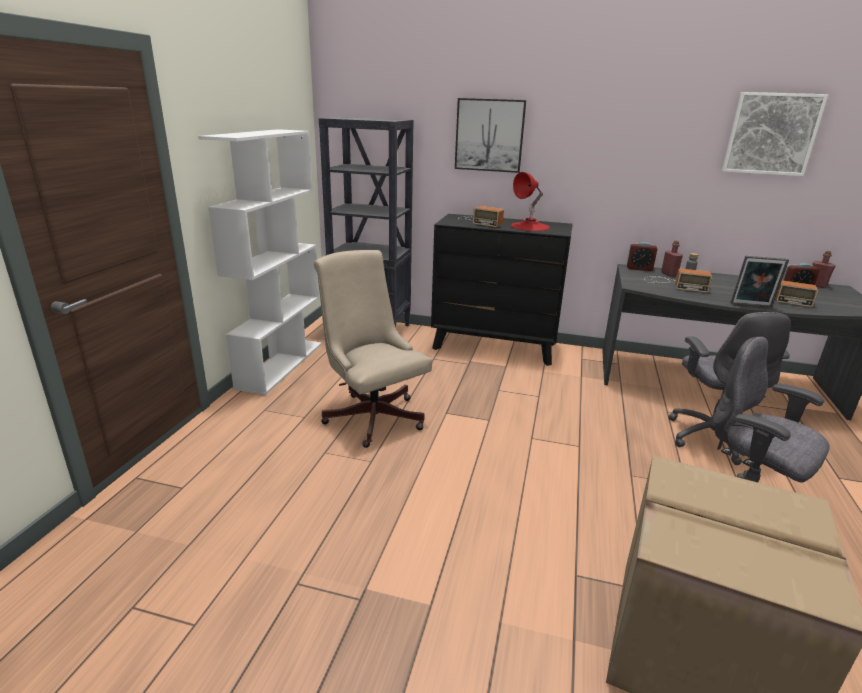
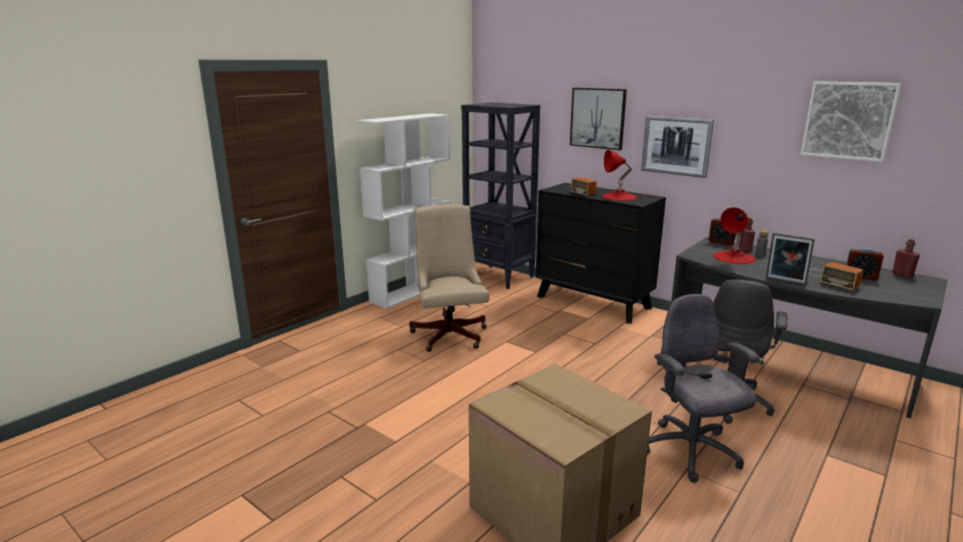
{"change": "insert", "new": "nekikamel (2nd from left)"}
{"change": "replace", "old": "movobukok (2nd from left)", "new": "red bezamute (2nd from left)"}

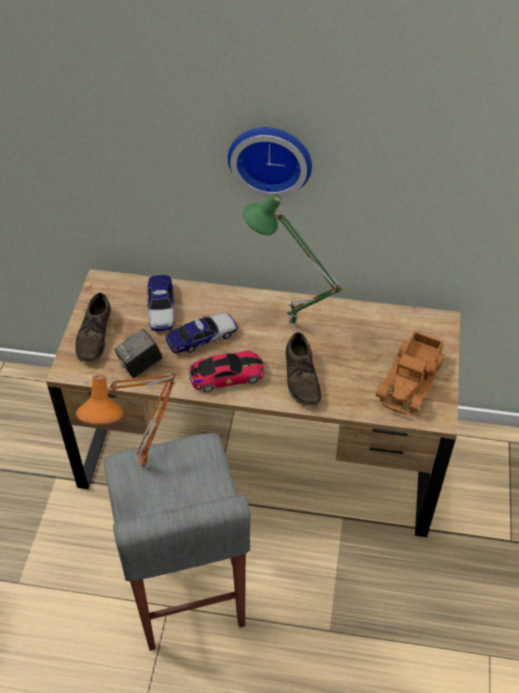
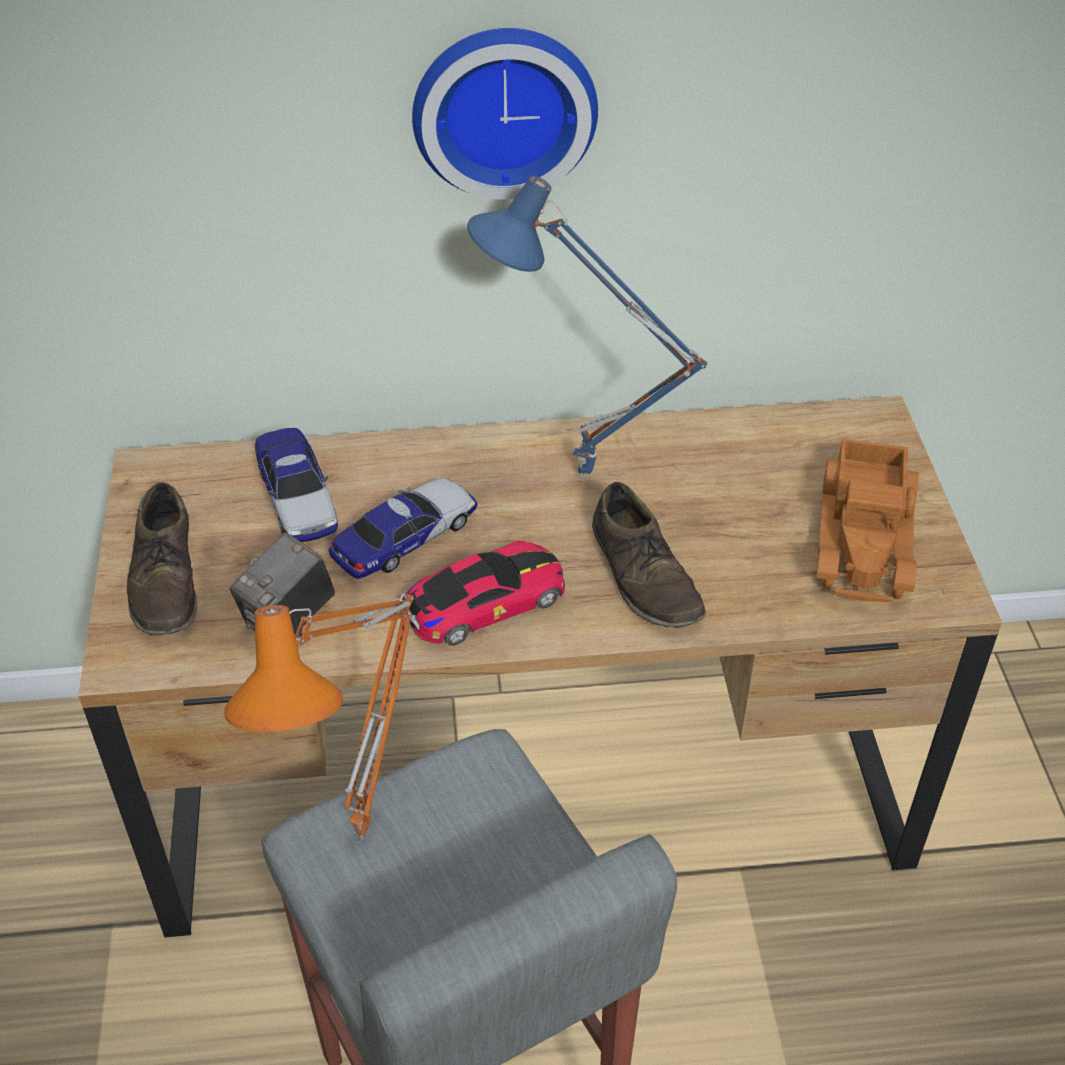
{"change": "recolor", "old": "green bezamute", "new": "blue bezamute"}

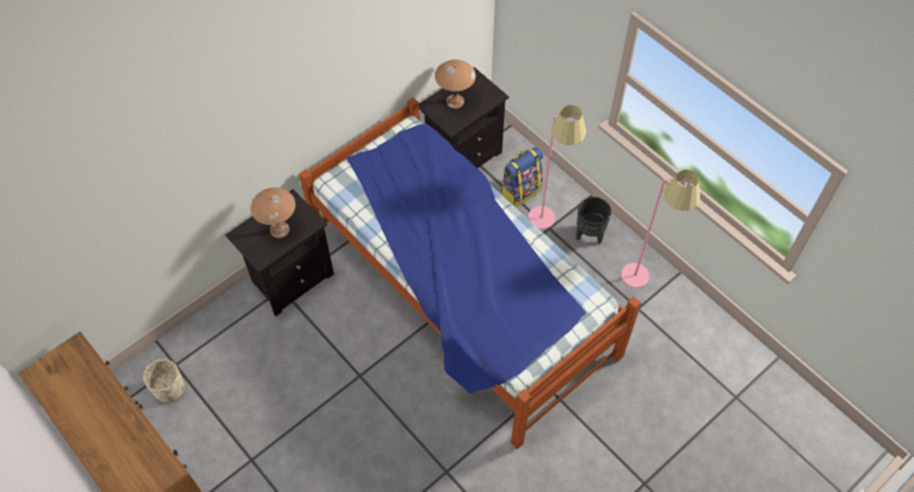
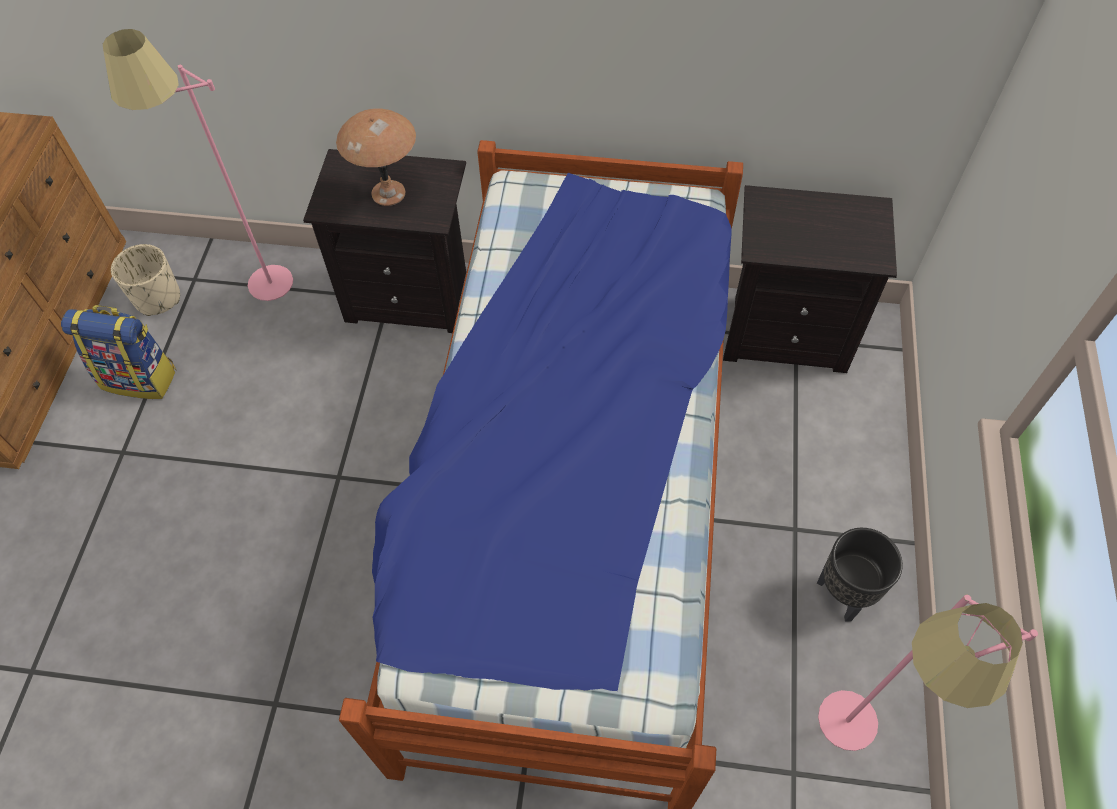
{"change": "move", "old": "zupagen"}
{"change": "move", "old": "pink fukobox (1st from left)"}
{"change": "delete", "old": "brown bezamute (2nd from left)"}

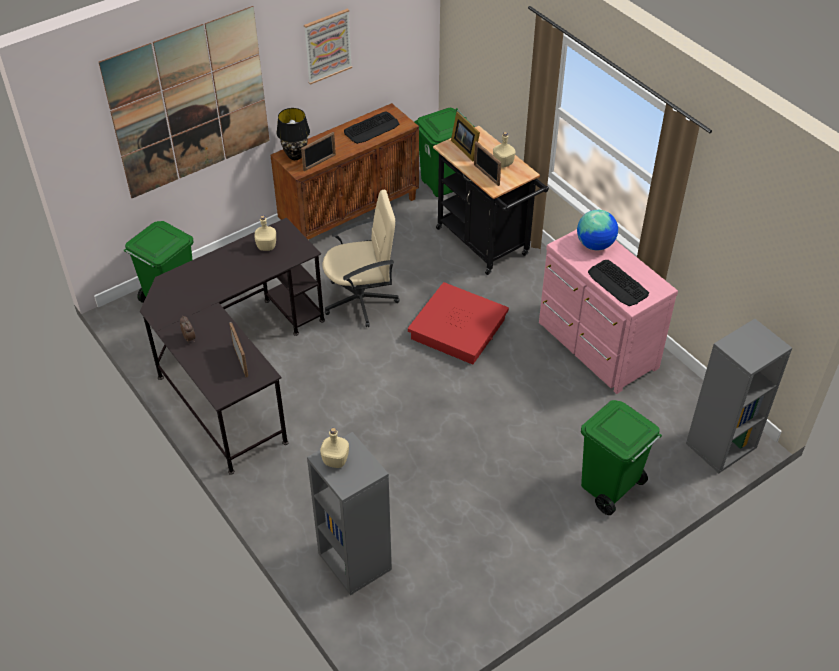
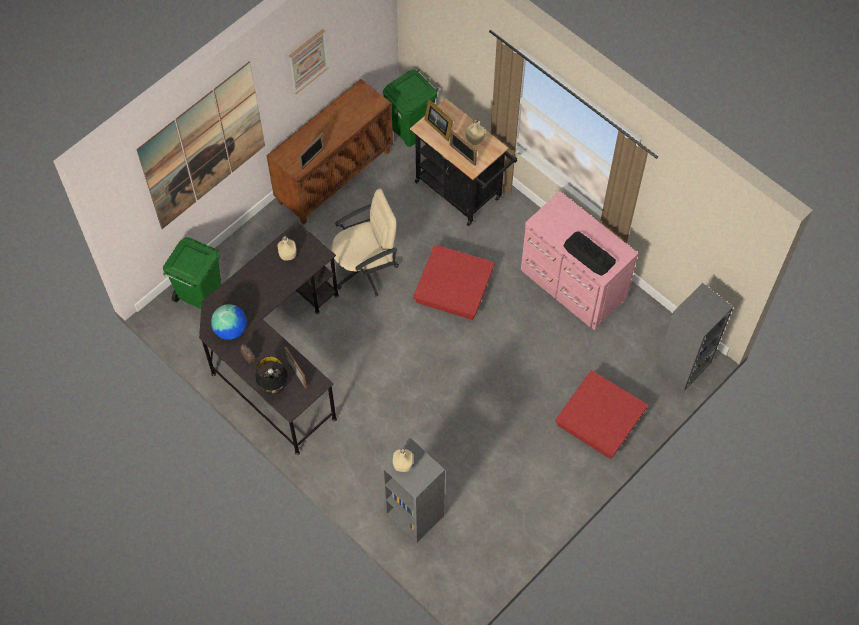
{"change": "move", "old": "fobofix"}
{"change": "move", "old": "black bezamute"}
{"change": "replace", "old": "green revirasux (3rd from left)", "new": "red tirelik (2nd from left)"}
{"change": "delete", "old": "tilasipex (1st from left)"}

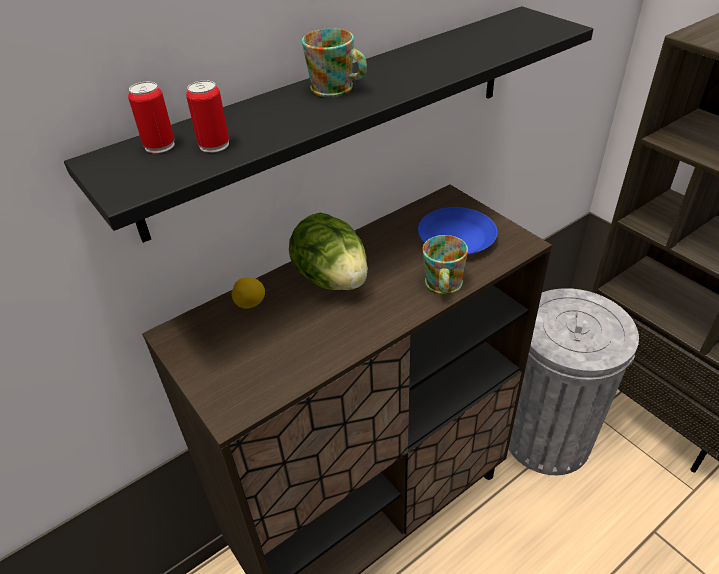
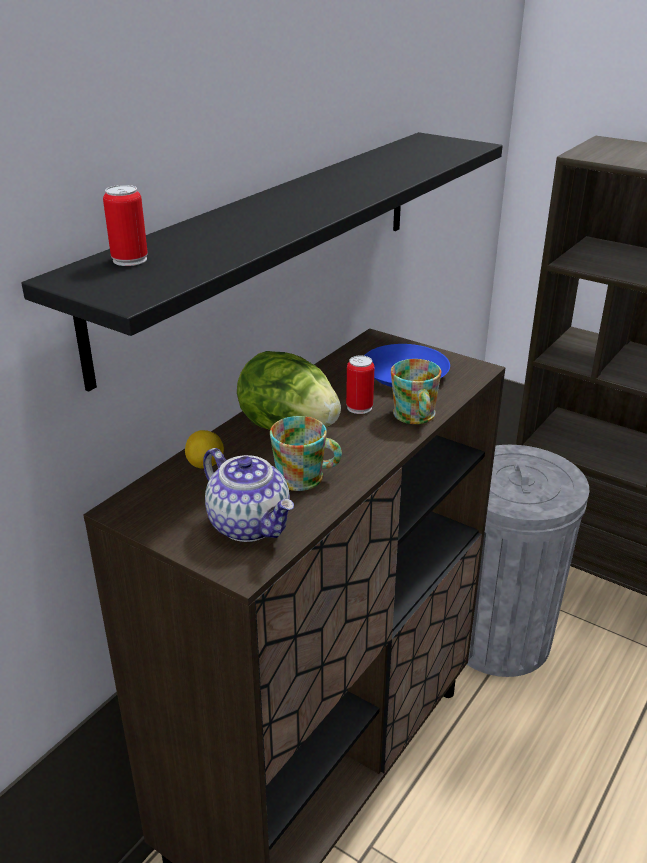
{"change": "insert", "new": "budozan"}
{"change": "move", "old": "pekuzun (1st from left)"}
{"change": "move", "old": "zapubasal (2nd from left)"}

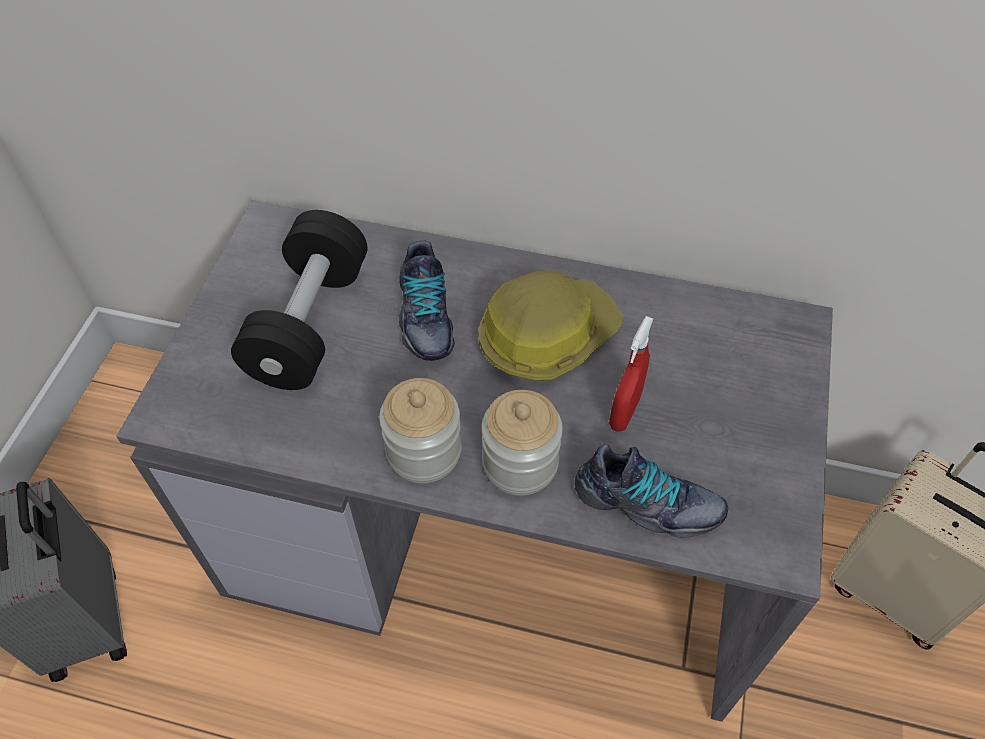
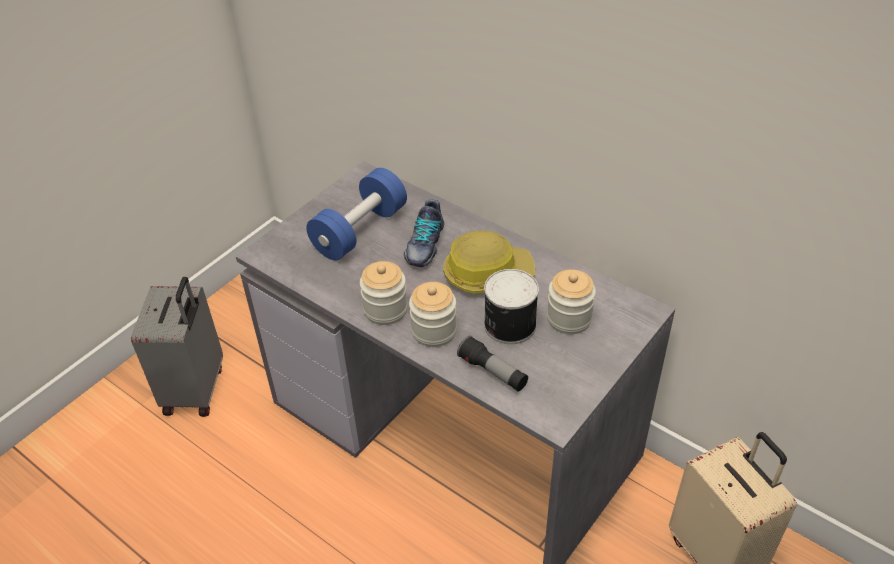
{"change": "recolor", "old": "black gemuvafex", "new": "blue gemuvafex"}
{"change": "replace", "old": "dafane (2nd from left)", "new": "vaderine"}
{"change": "replace", "old": "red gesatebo", "new": "zapubasal"}
{"change": "insert", "new": "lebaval (3rd from left)"}

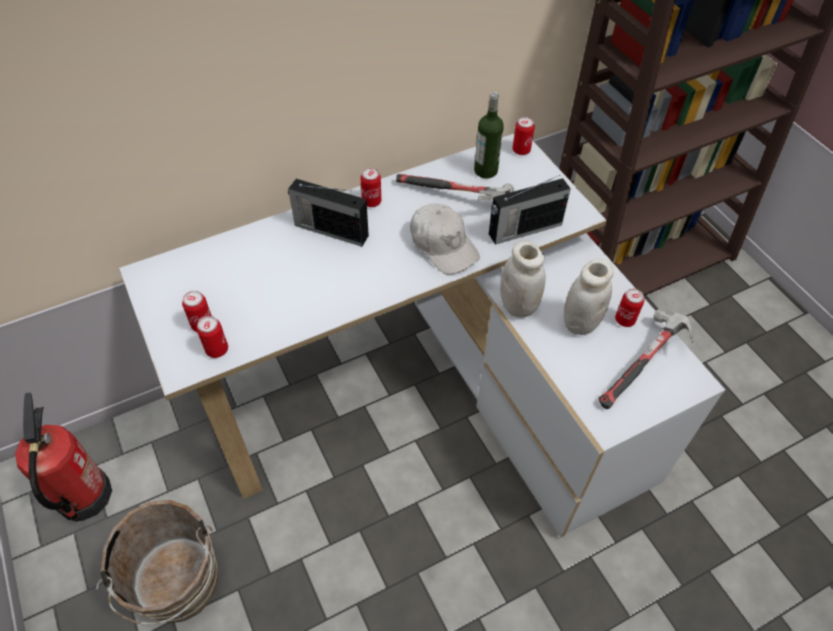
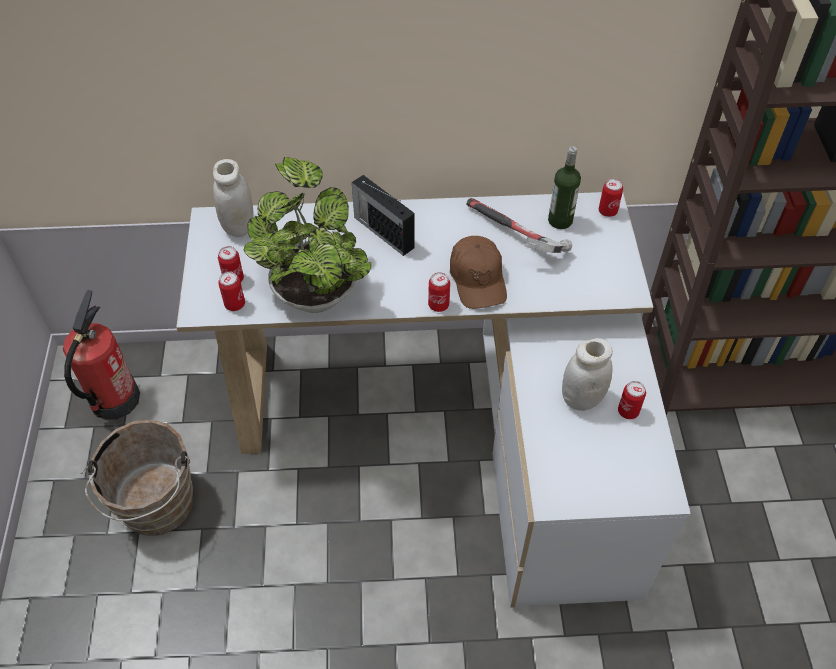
{"change": "move", "old": "white lebaval (1st from left)"}
{"change": "insert", "new": "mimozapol"}
{"change": "move", "old": "zapubasal (3rd from left)"}
{"change": "recolor", "old": "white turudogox", "new": "brown turudogox"}
{"change": "delete", "old": "movobukok (2nd from left)"}
{"change": "delete", "old": "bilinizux (2nd from left)"}

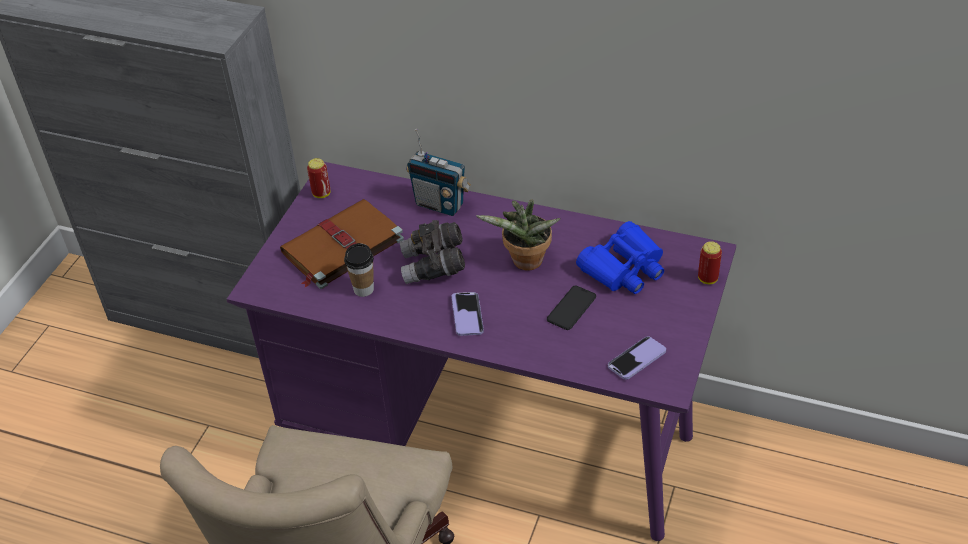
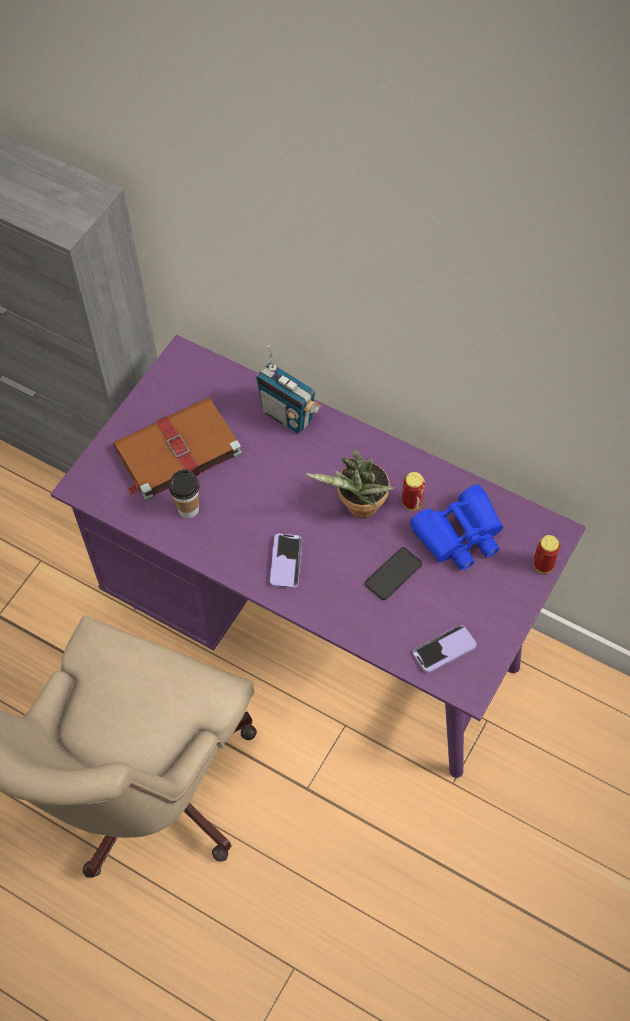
{"change": "move", "old": "zapubasal (1st from left)"}
{"change": "delete", "old": "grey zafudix"}

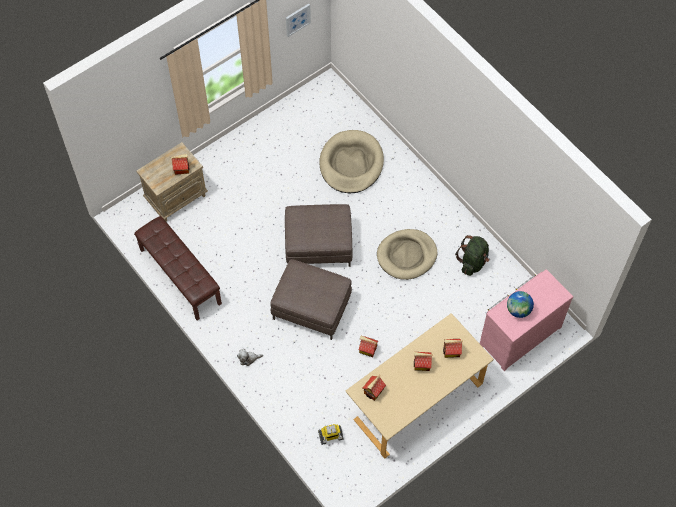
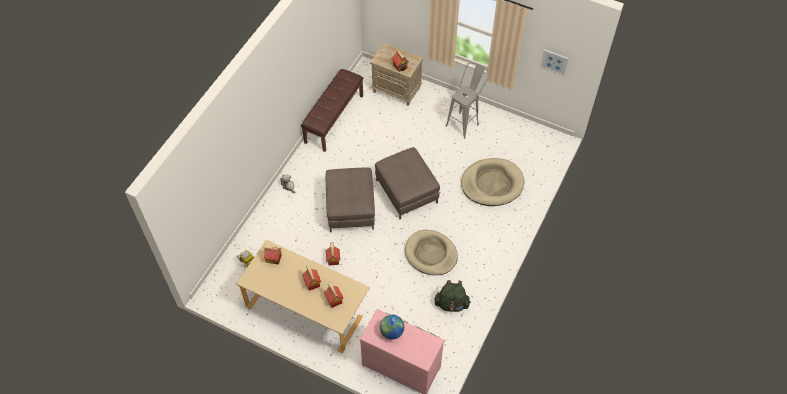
{"change": "insert", "new": "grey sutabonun"}

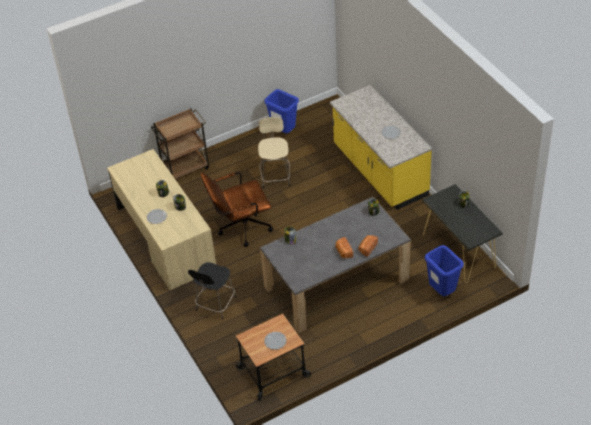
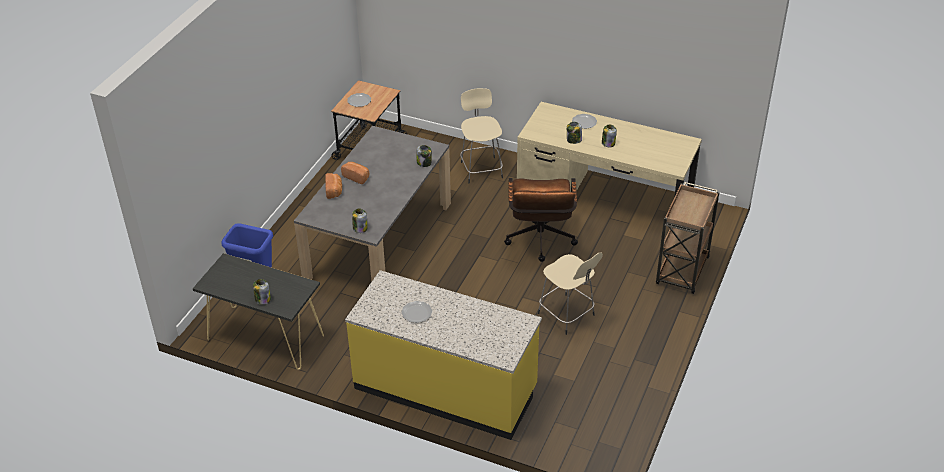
{"change": "recolor", "old": "black sutabonun", "new": "beige sutabonun (1st from left)"}
{"change": "rotate", "old": "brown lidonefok", "degrees": 150}
{"change": "delete", "old": "blue revirasux (1st from left)"}

